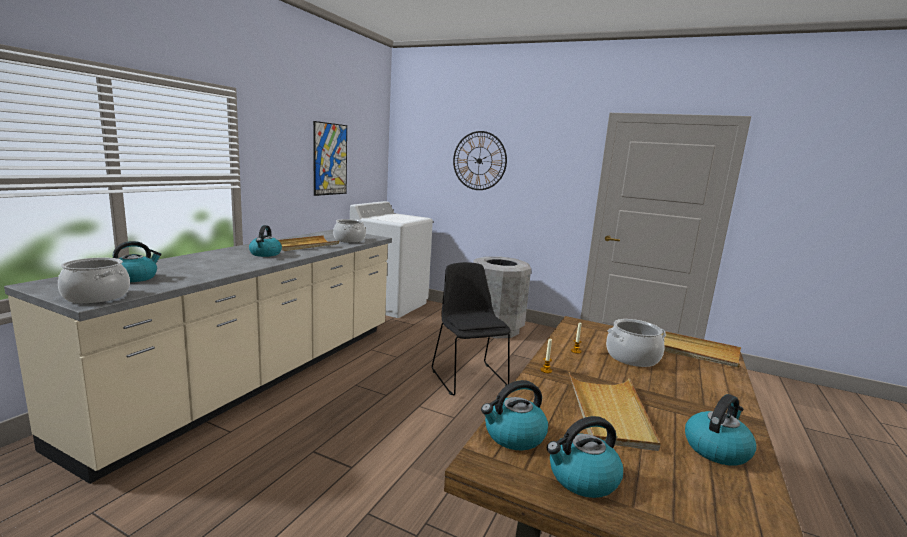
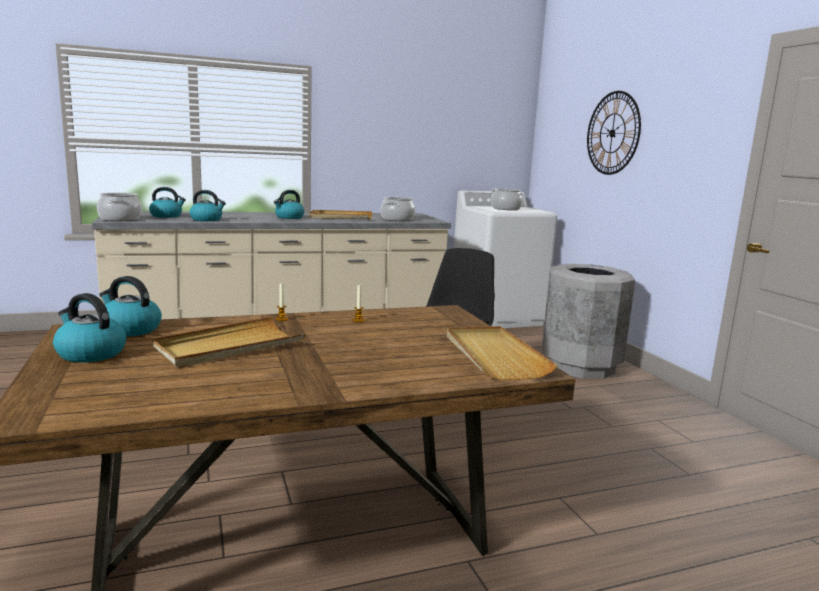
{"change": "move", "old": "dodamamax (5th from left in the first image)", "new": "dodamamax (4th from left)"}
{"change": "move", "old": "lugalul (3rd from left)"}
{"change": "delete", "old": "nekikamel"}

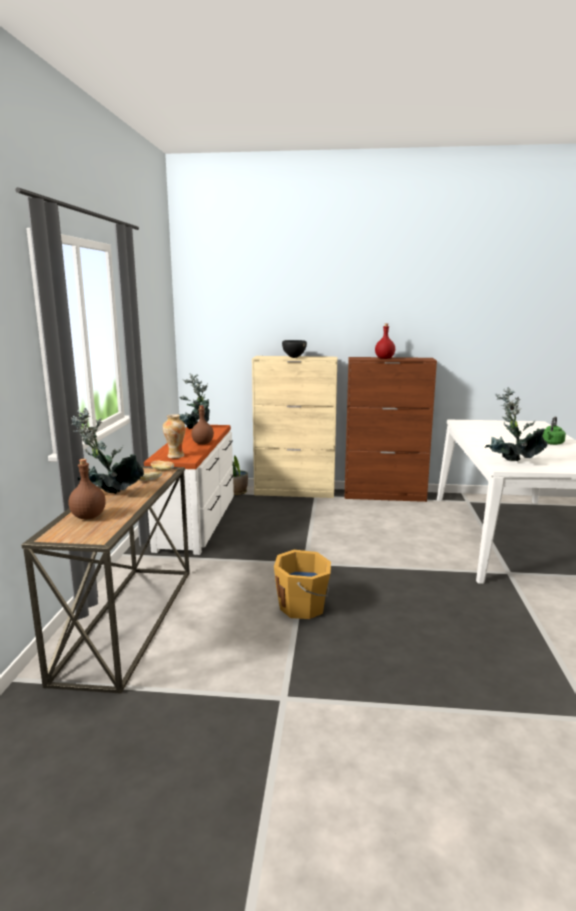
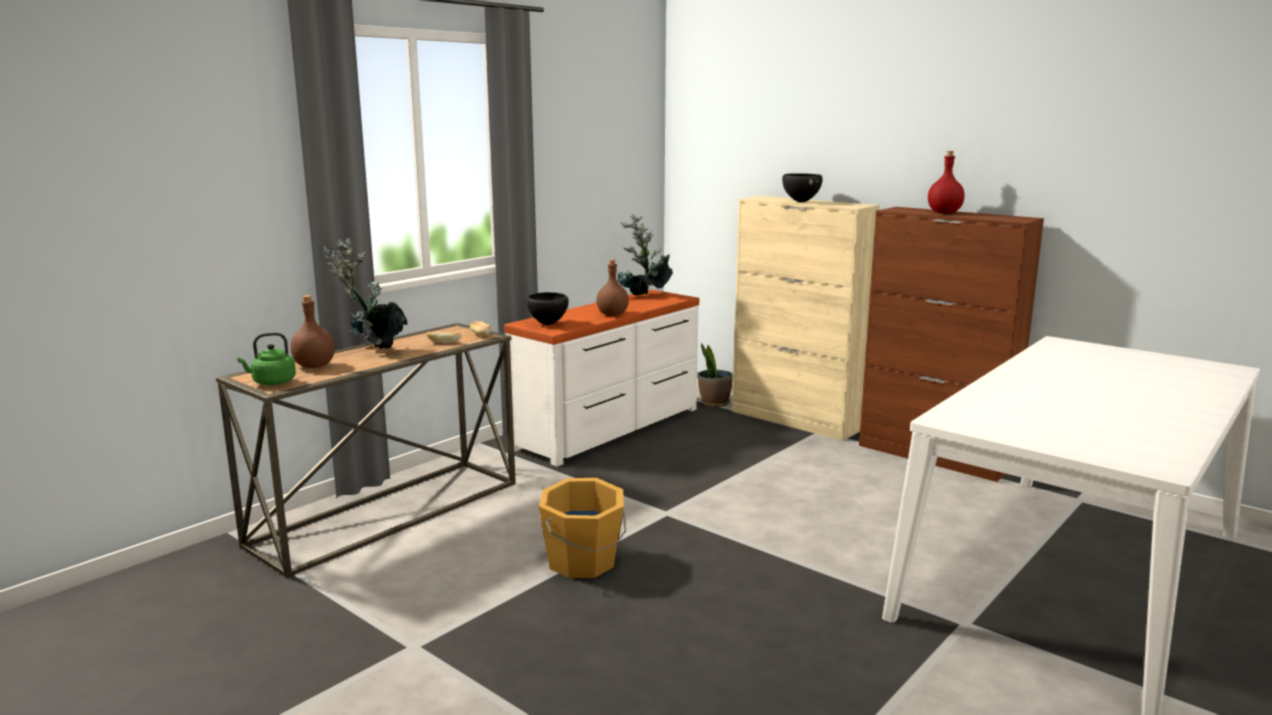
{"change": "move", "old": "green dodamamax"}
{"change": "replace", "old": "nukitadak", "new": "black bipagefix (1st from left)"}
{"change": "delete", "old": "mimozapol (4th from left)"}

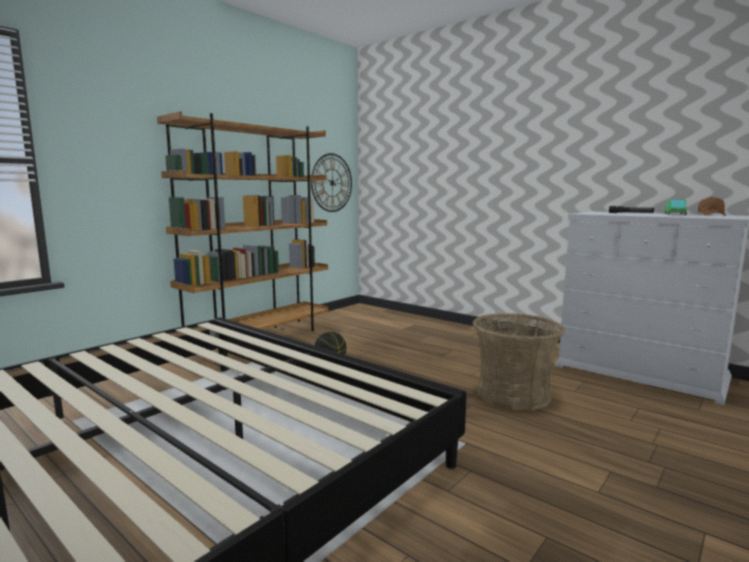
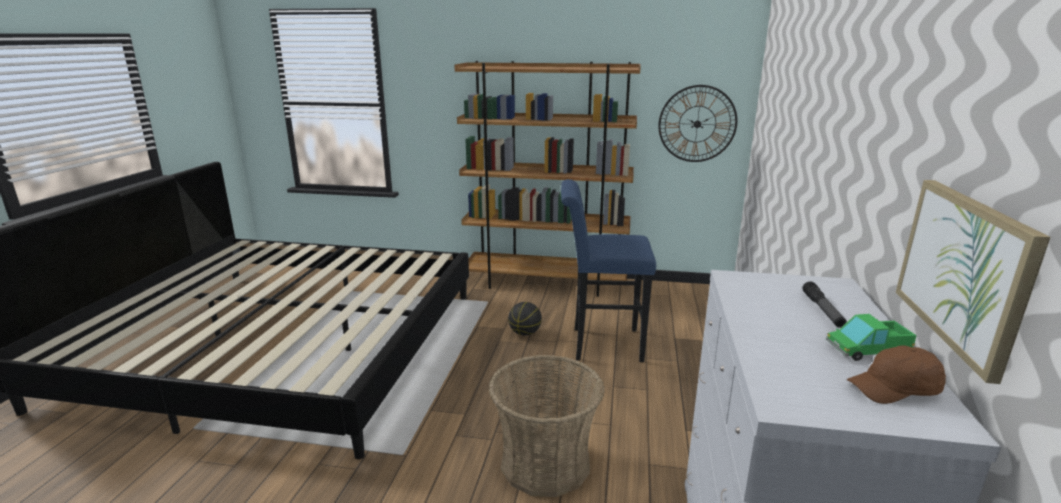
{"change": "insert", "new": "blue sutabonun"}
{"change": "insert", "new": "nekikamel"}

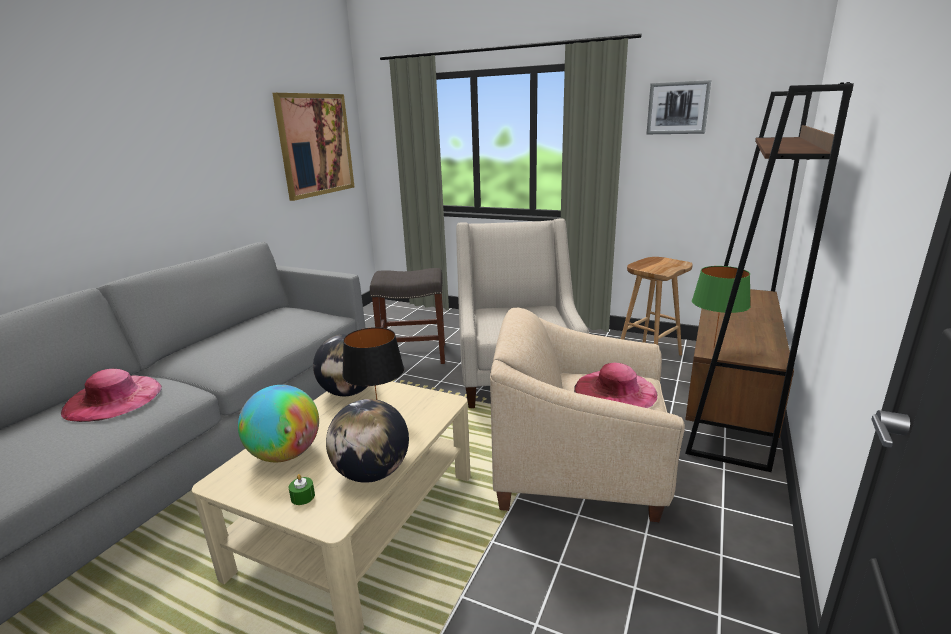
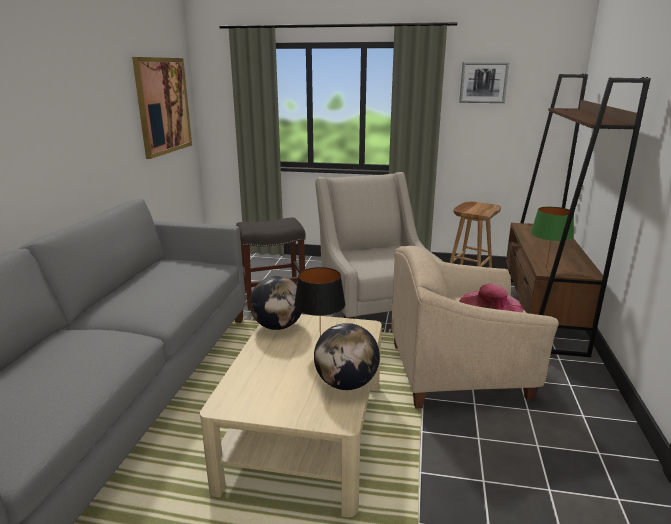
{"change": "delete", "old": "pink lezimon (1st from left)"}
{"change": "delete", "old": "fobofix (1st from left)"}
{"change": "delete", "old": "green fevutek"}

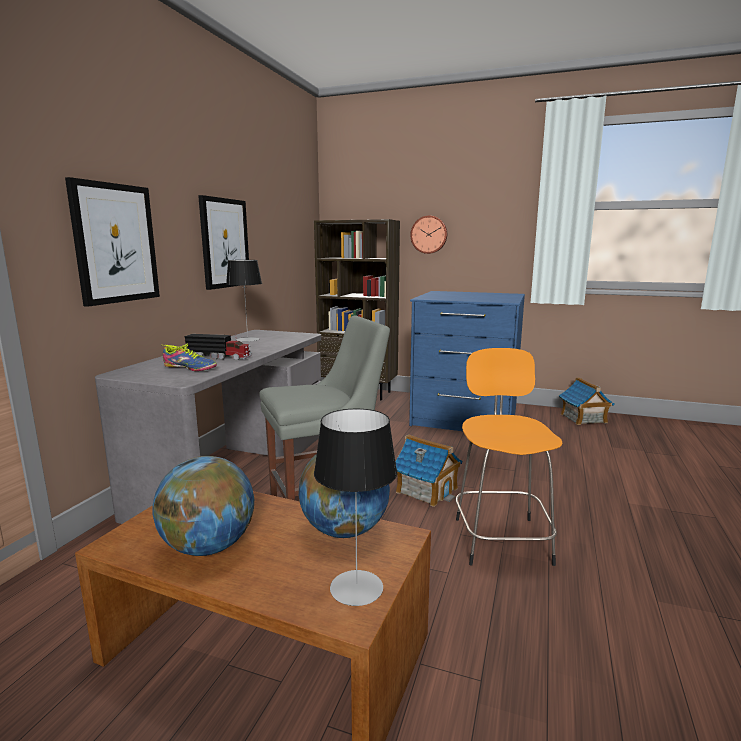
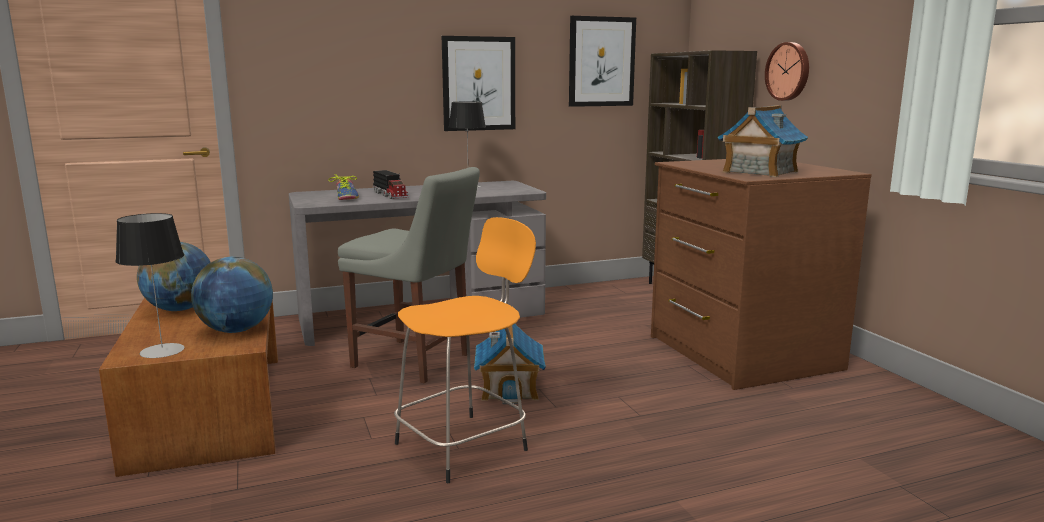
{"change": "move", "old": "nekikamel (1st from left in the first image)", "new": "nekikamel (2nd from left)"}
{"change": "recolor", "old": "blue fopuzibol", "new": "brown fopuzibol"}
{"change": "move", "old": "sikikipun (2nd from left)"}

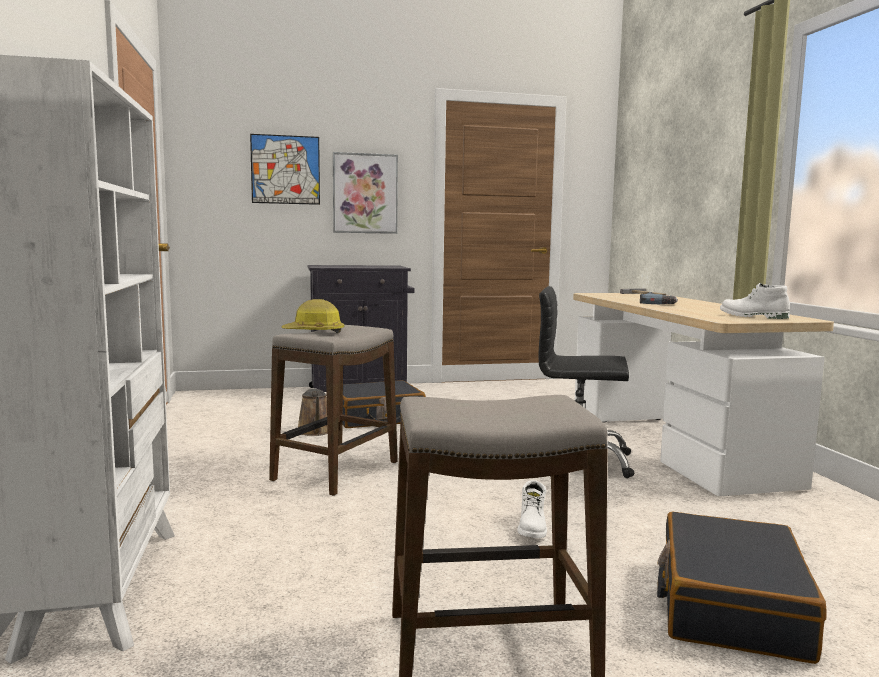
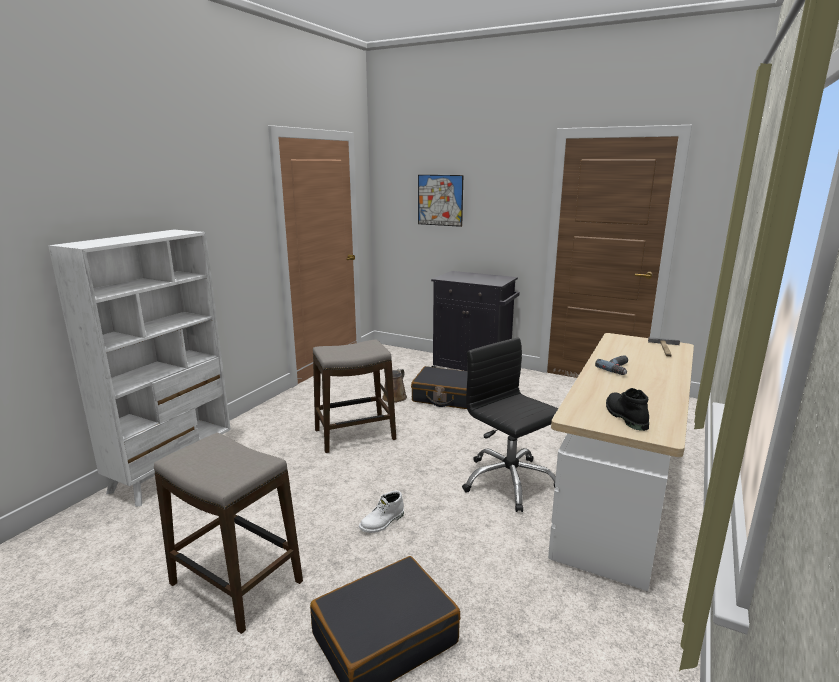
{"change": "recolor", "old": "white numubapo (2nd from left)", "new": "black numubapo"}
{"change": "delete", "old": "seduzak"}
{"change": "delete", "old": "nekikamel (2nd from left)"}

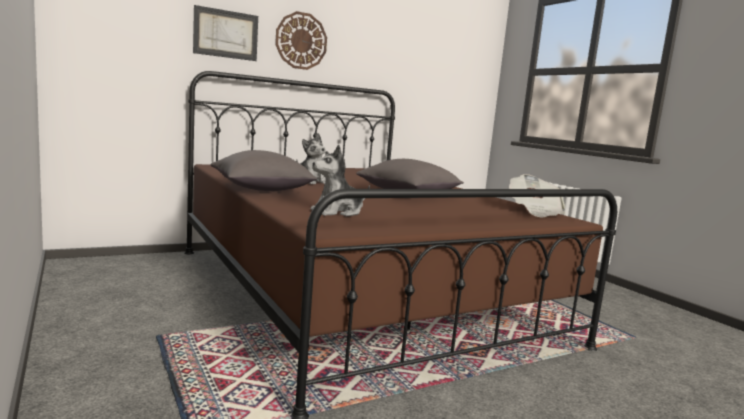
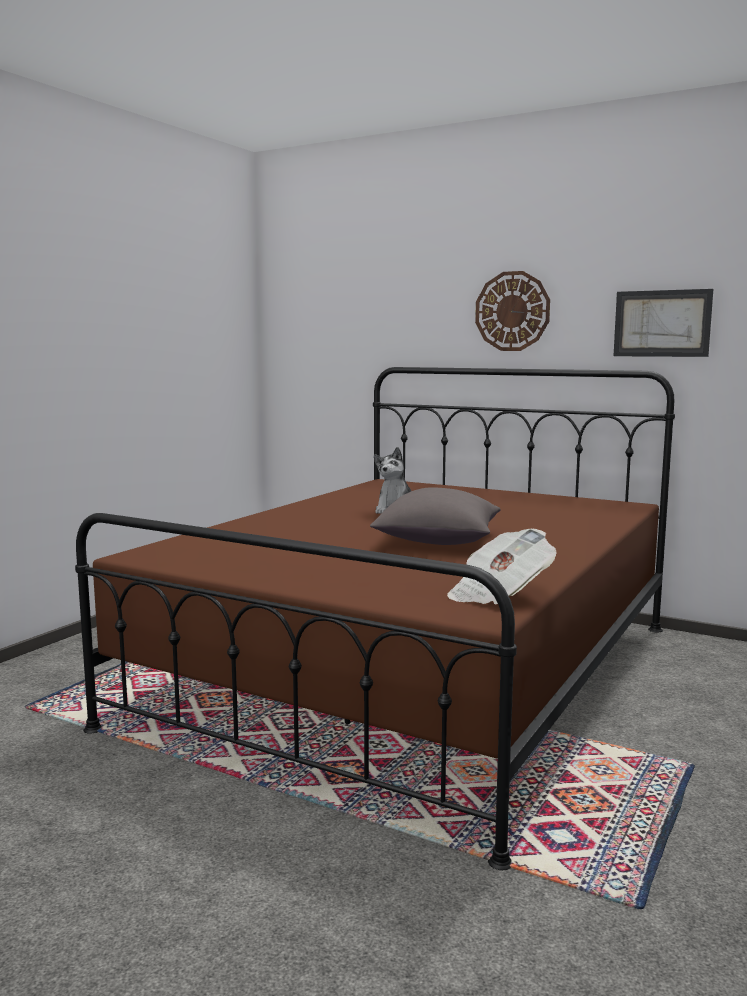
{"change": "move", "old": "nekikamel"}
{"change": "delete", "old": "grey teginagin (1st from left)"}
{"change": "delete", "old": "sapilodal (2nd from left)"}

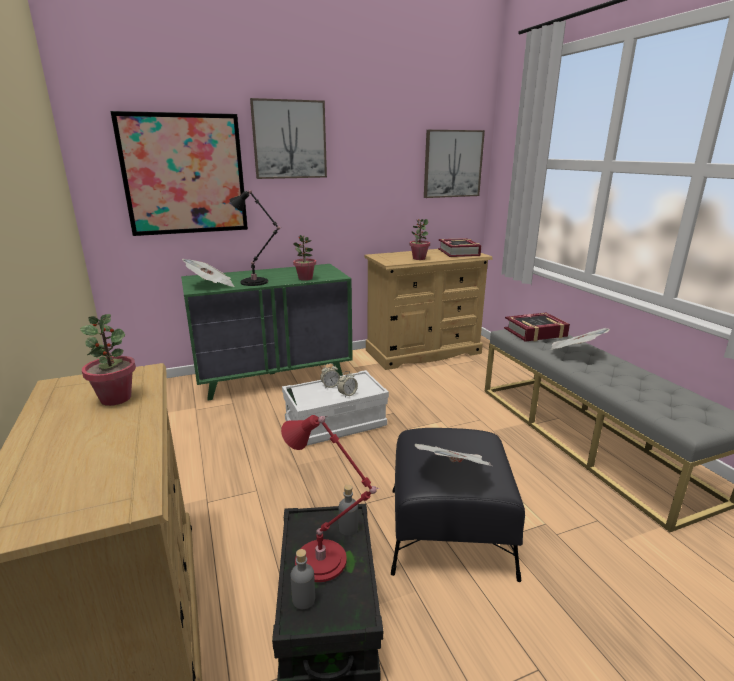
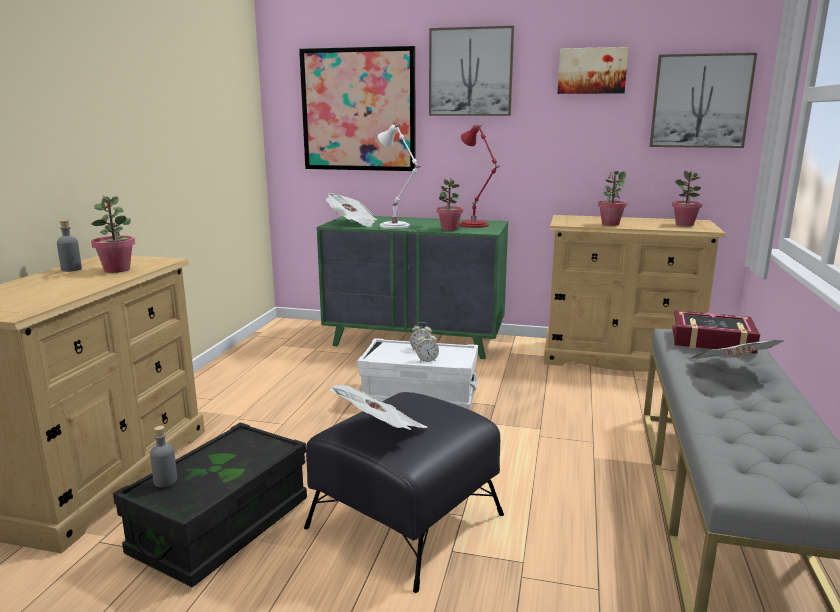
{"change": "move", "old": "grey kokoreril (2nd from left in the first image)", "new": "grey kokoreril (1st from left)"}
{"change": "recolor", "old": "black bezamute", "new": "white bezamute"}
{"change": "move", "old": "red bezamute"}
{"change": "insert", "new": "nekikamel (3rd from left)"}
{"change": "replace", "old": "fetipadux (1st from left)", "new": "mimozapol (4th from left)"}

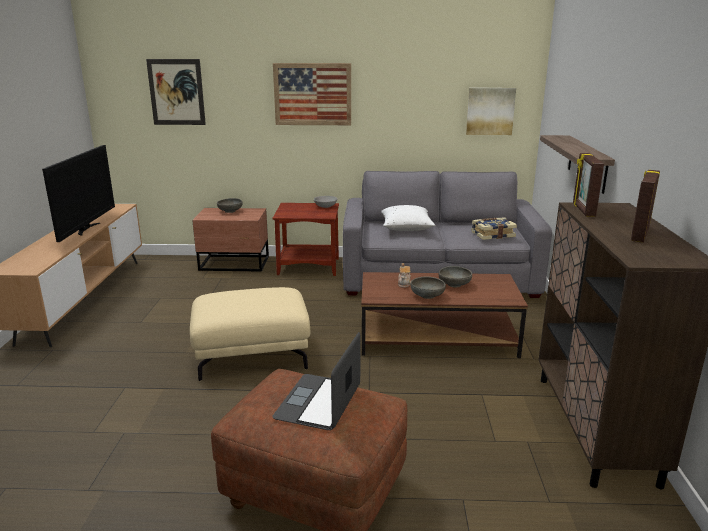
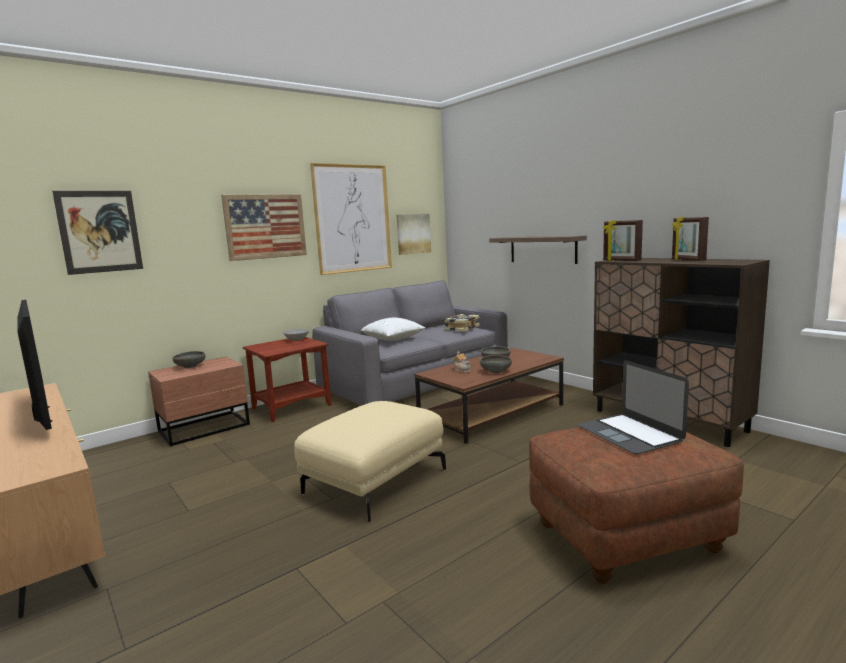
{"change": "insert", "new": "nekikamel (3rd from left)"}

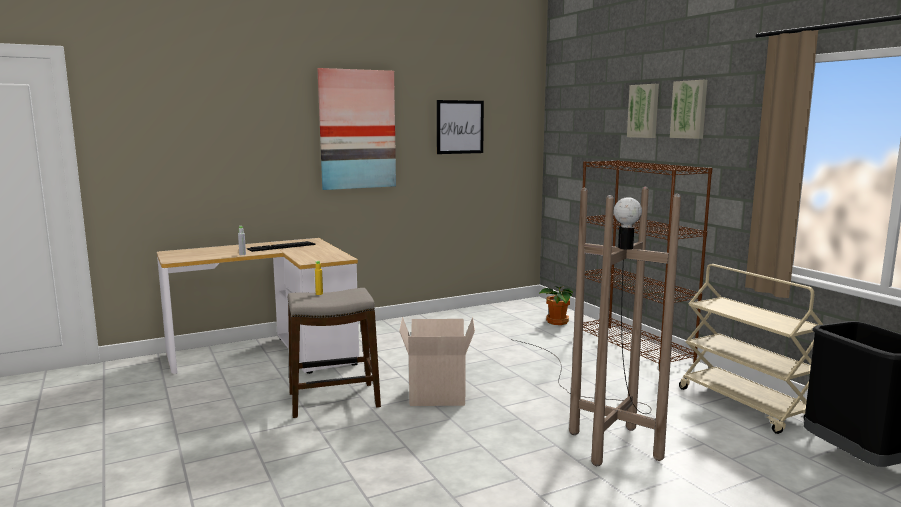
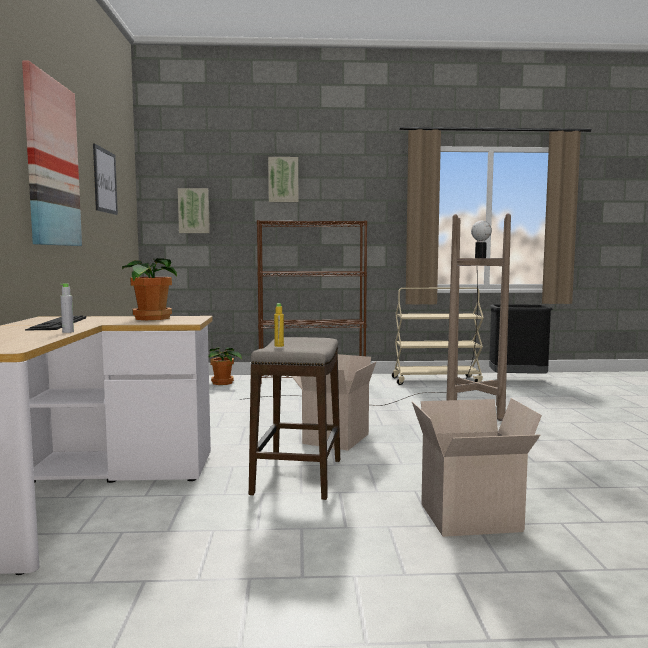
{"change": "insert", "new": "mimozapol (1st from left)"}
{"change": "move", "old": "nekikamel (4th from left in the first image)", "new": "nekikamel (3rd from left)"}
{"change": "insert", "new": "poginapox (2nd from left)"}

